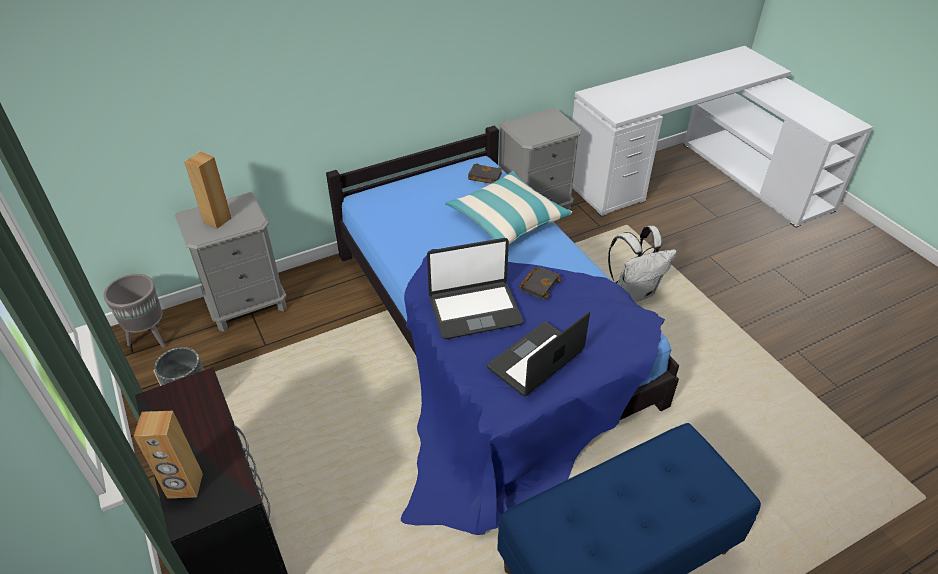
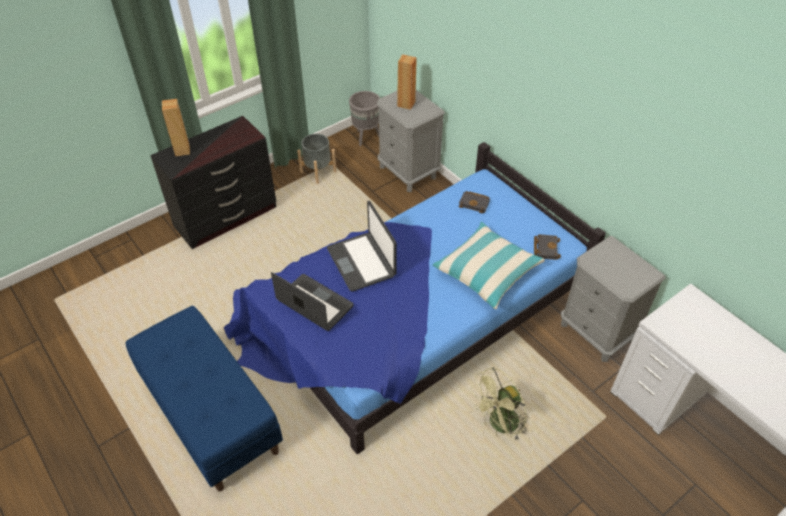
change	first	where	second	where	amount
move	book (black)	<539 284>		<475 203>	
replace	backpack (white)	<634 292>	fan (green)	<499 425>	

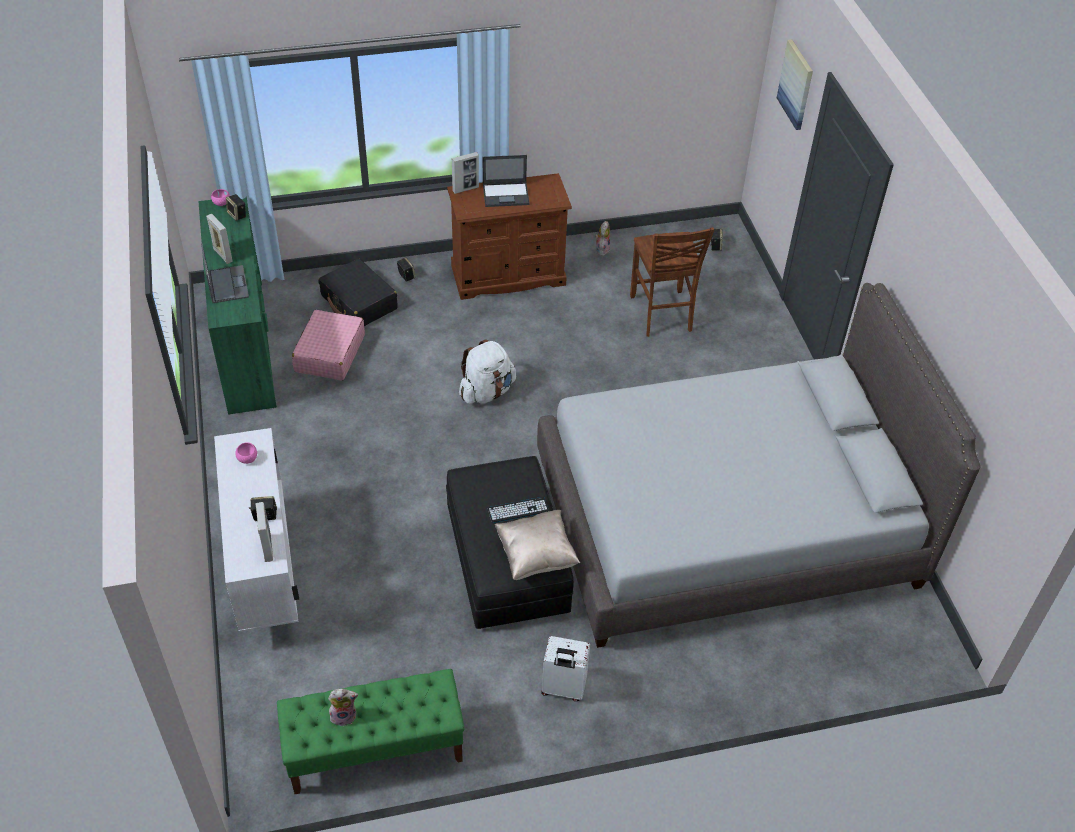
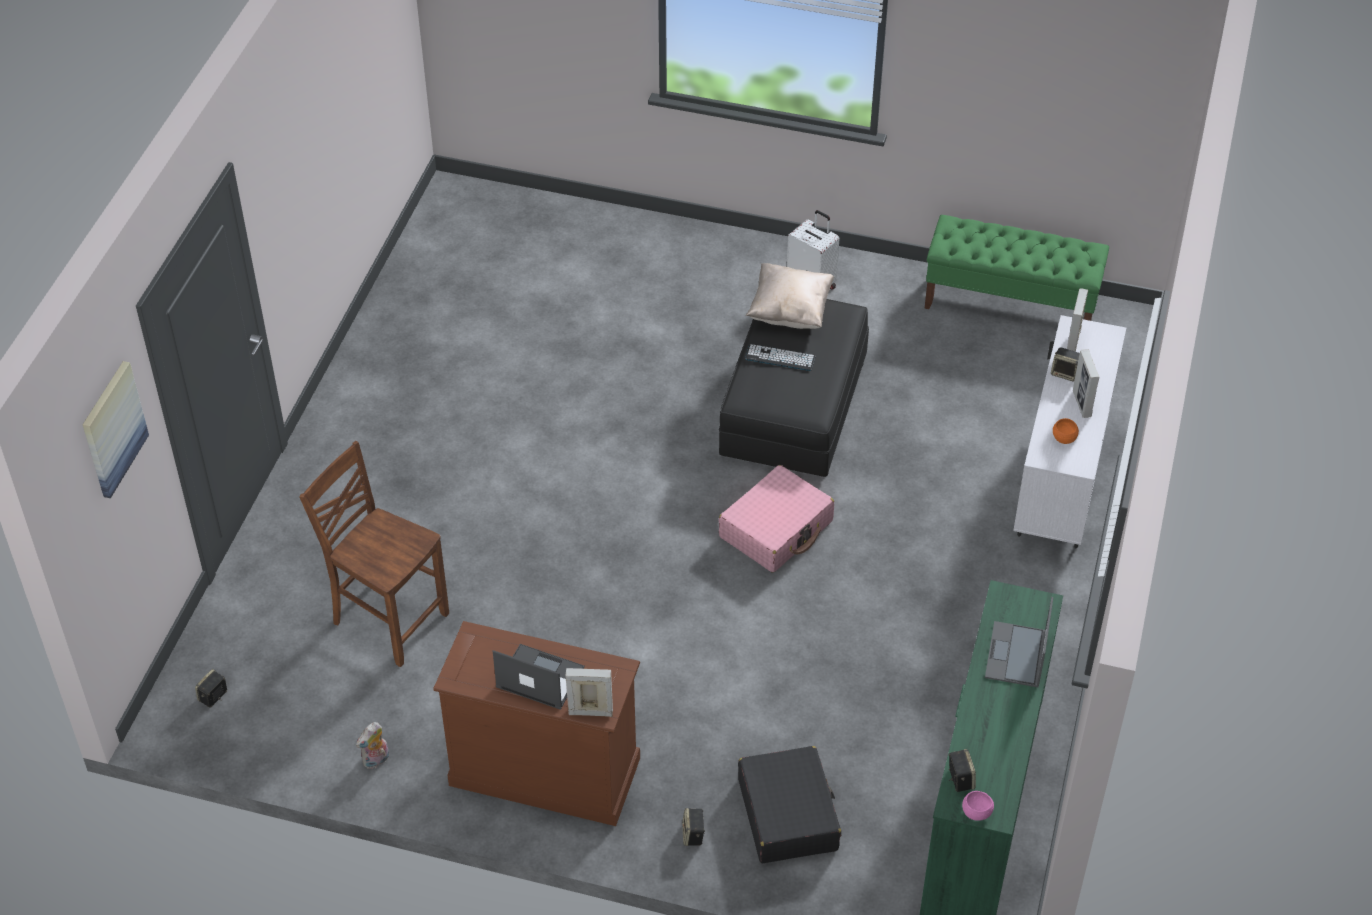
change	first	where	second	where	amount
delete	plush toy	<344 715>			
delete	backpack (white)	<487 391>			
delete	bed (grey)	<726 522>			
move	picture frame	<223 255>		<1082 404>	
move	suitcase (pink)	<329 353>		<776 529>	
recolor	bowl (pink)	<247 459>	bowl (orange)	<1064 438>	
rotate	chair (brown)	<662 314>		<388 619>	75 degrees counterclockwise

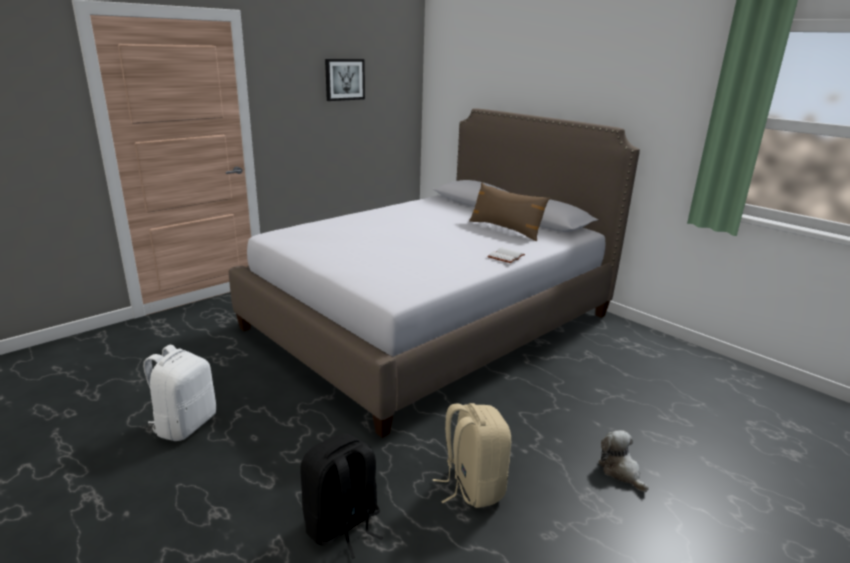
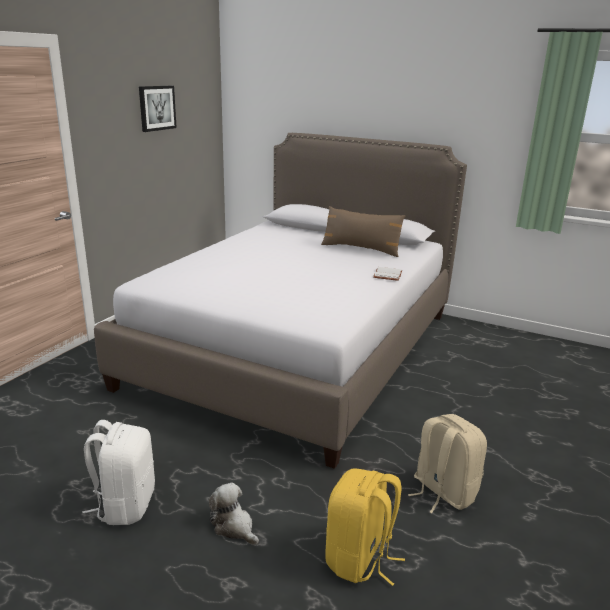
change	first	where	second	where	amount
move	plush toy	<621 471>		<234 526>	
recolor	backpack (black)	<342 525>	backpack (yellow)	<359 559>	

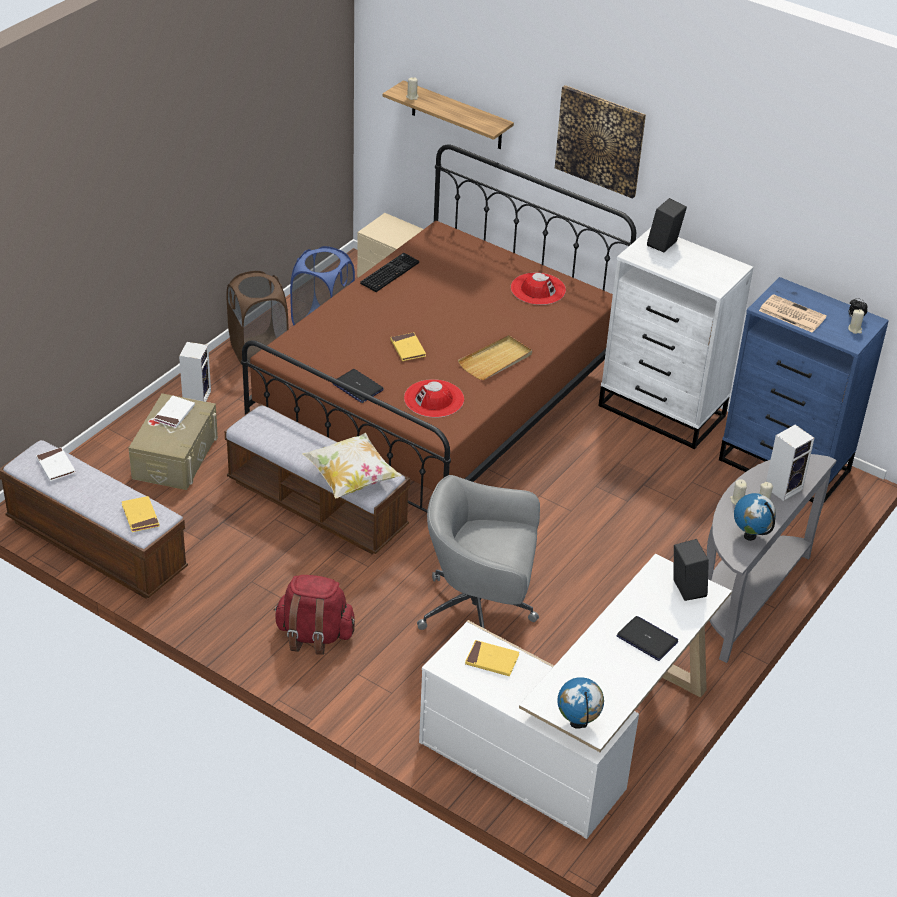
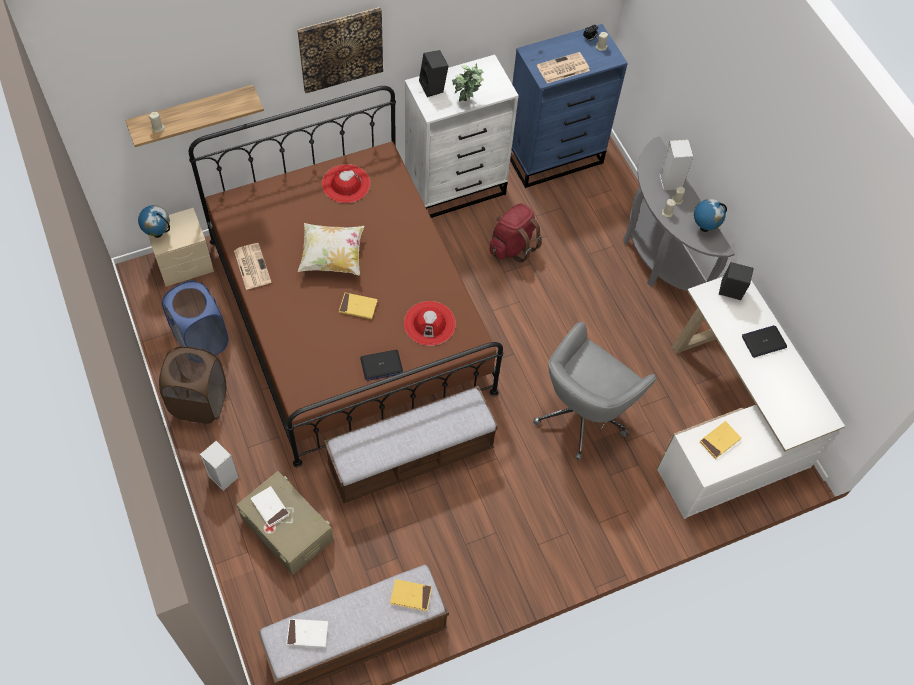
change	first	where	second	where	amount
delete	tray (beige)	<496 360>			
insert			potted plant	<466 103>	
move	backpack (red)	<314 635>		<512 246>	
move	pillow	<351 479>		<332 257>	
move	globe	<578 723>		<158 233>	
replace	keyboard	<389 272>	newspaper	<252 266>	

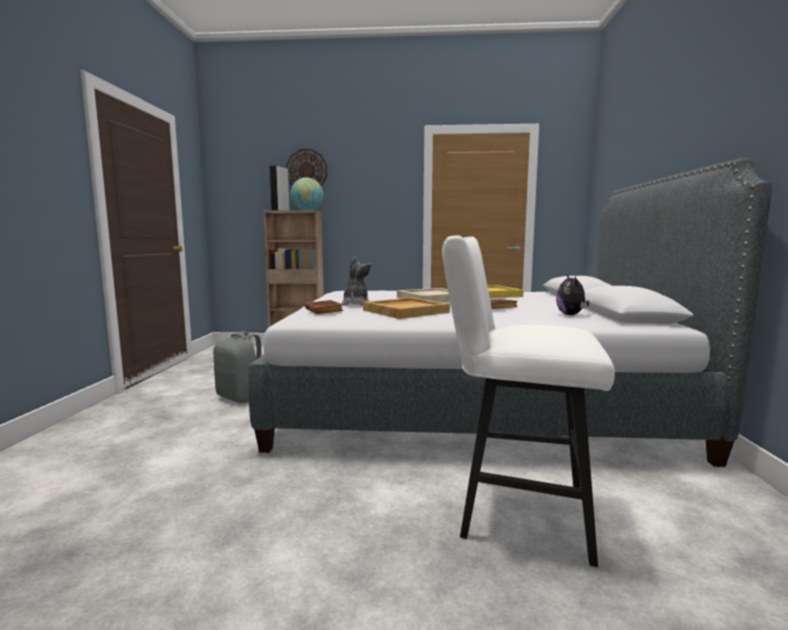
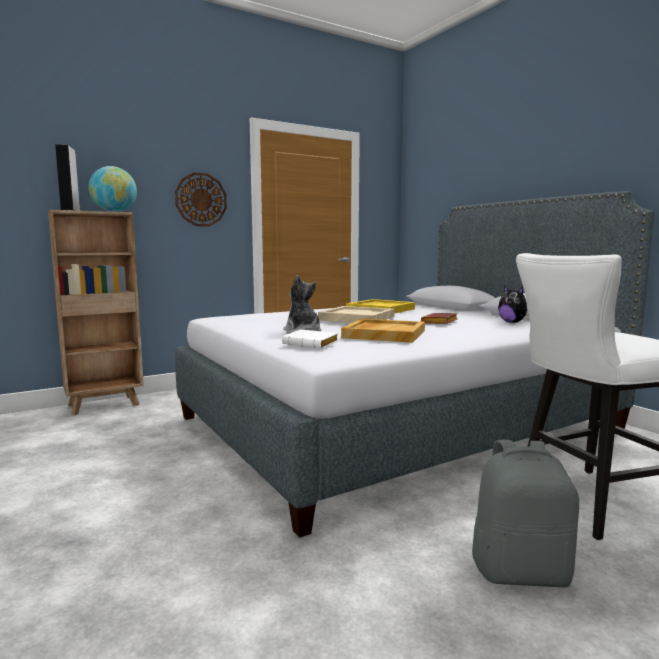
change	first	where	second	where	amount
move	backpack (grey)	<241 397>		<521 571>	
move	wall clock	<306 170>		<201 200>	
recolor	book (brown)	<325 311>	book (white)	<312 344>	

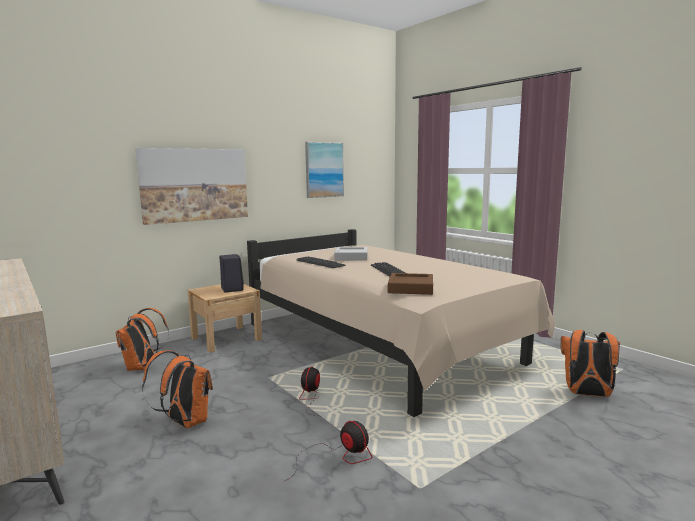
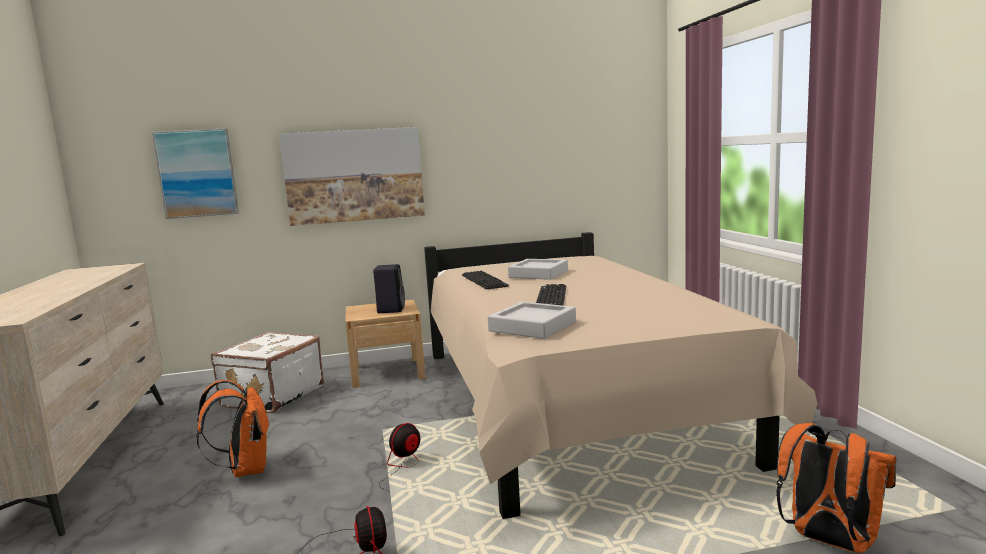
change	first	where	second	where	amount
move	picture	<324 169>		<197 173>	
replace	backpack (orange)	<142 367>	suitcase (white)	<271 396>	
recolor	tray (brown)	<410 288>	tray (grey)	<532 326>	

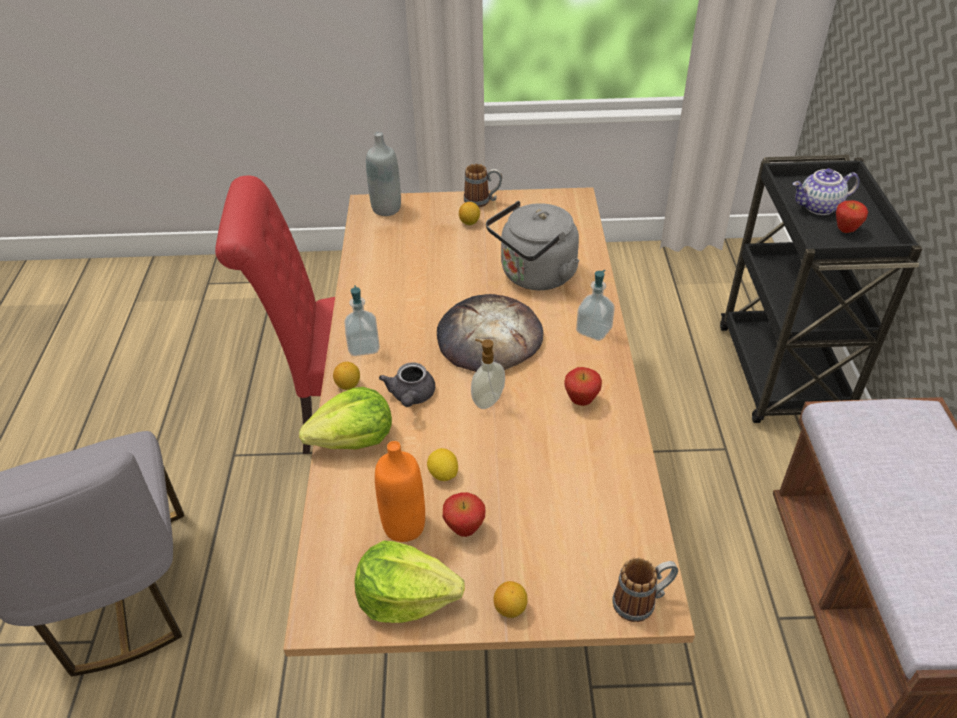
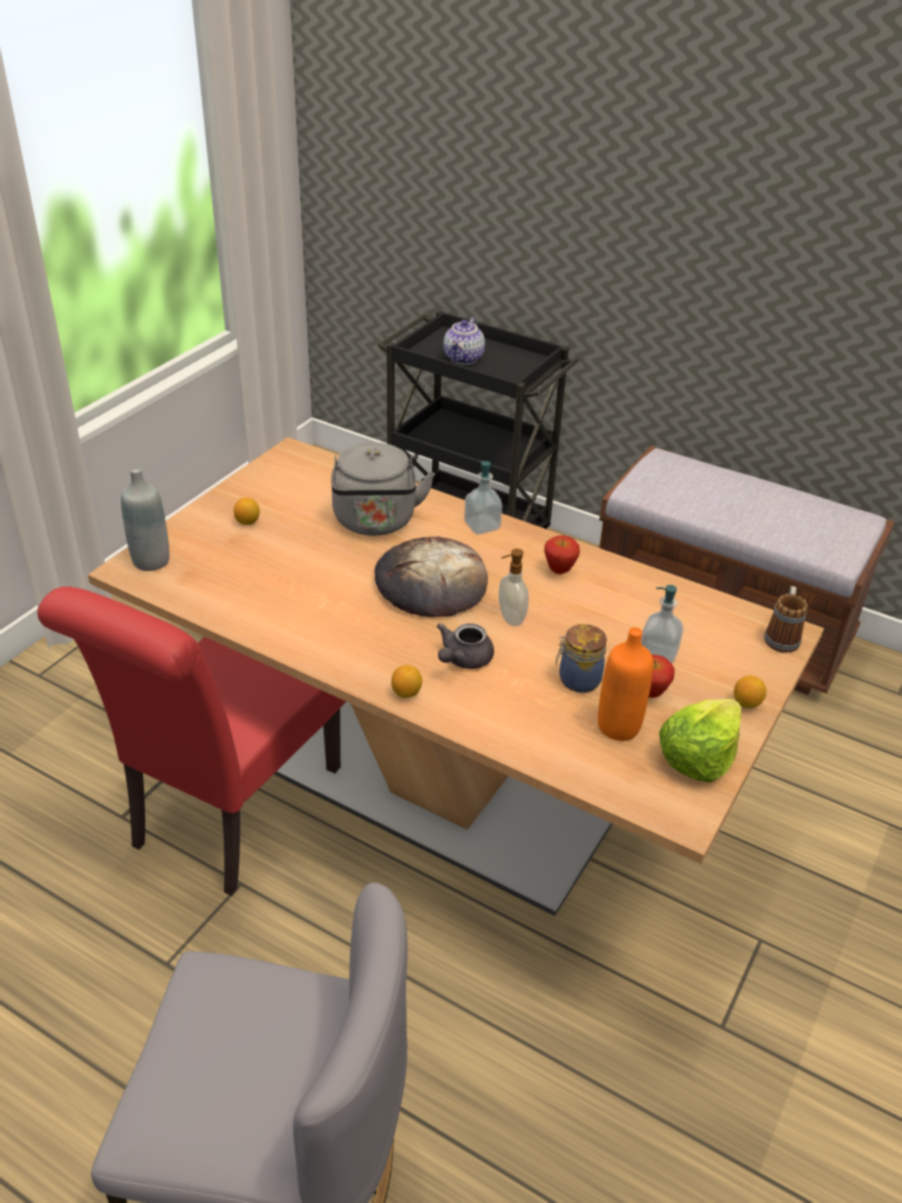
change	first	where	second	where	amount
delete	lettuce	<354 440>			
delete	mug	<482 201>			
delete	apple	<845 230>			
move	soap dispenser	<364 347>		<658 654>	
replace	lemon	<443 474>	jar	<577 680>	
rotate	teapot (grey)	<411 397>		<463 660>	90 degrees clockwise

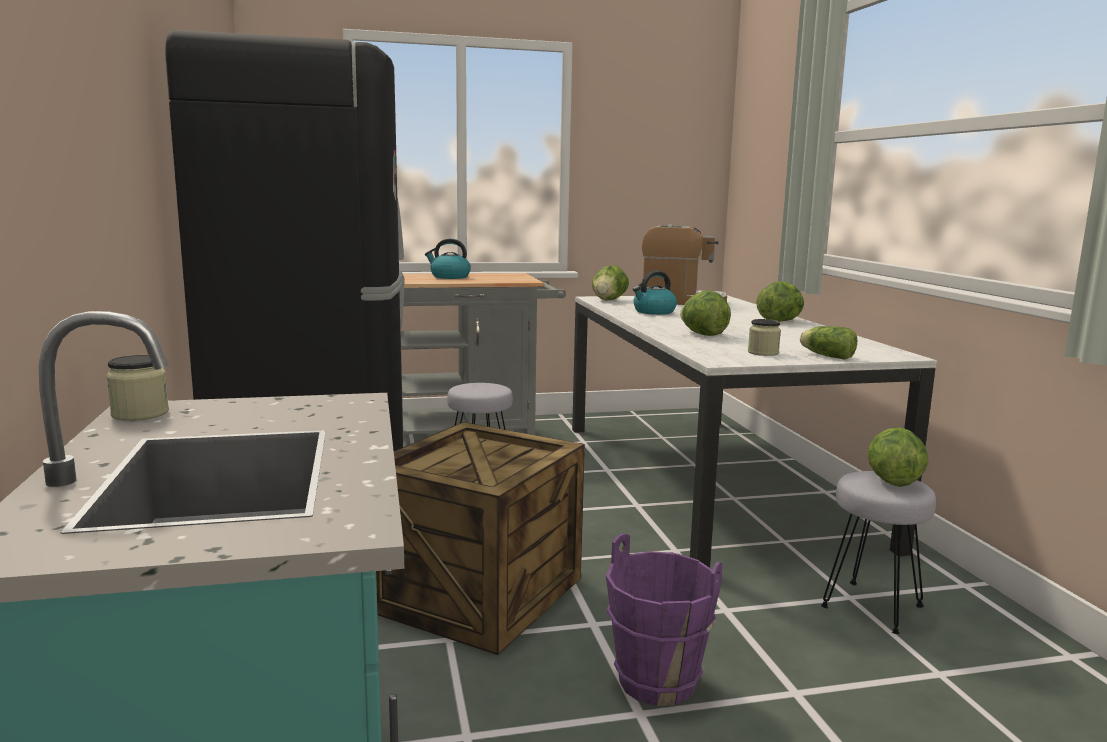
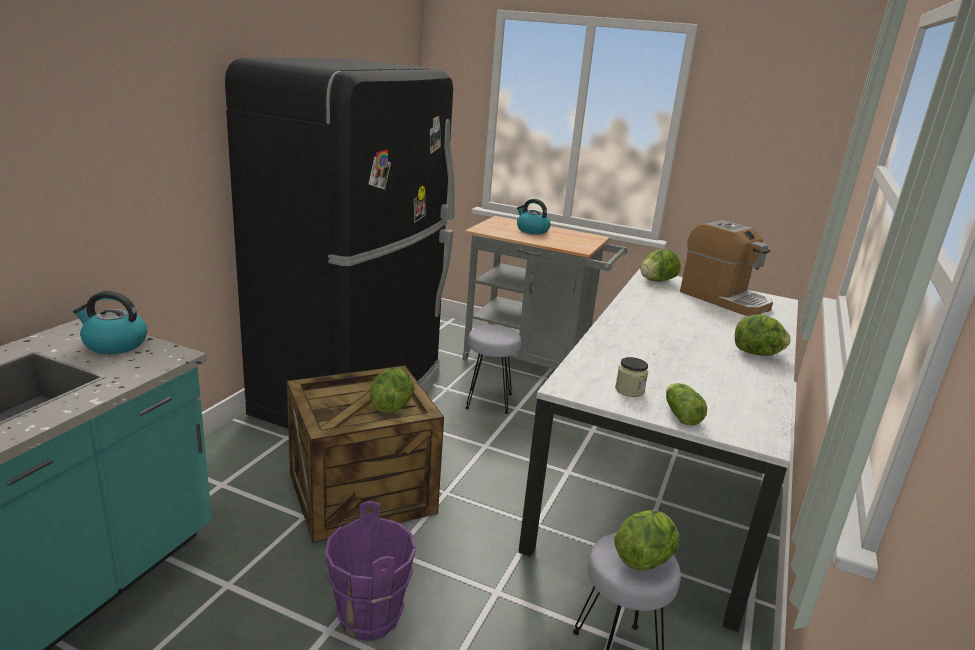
change	first	where	second	where	amount
delete	jar	<140 414>			
move	kettle	<653 312>		<114 344>	
move	lettuce	<703 335>		<391 407>	

